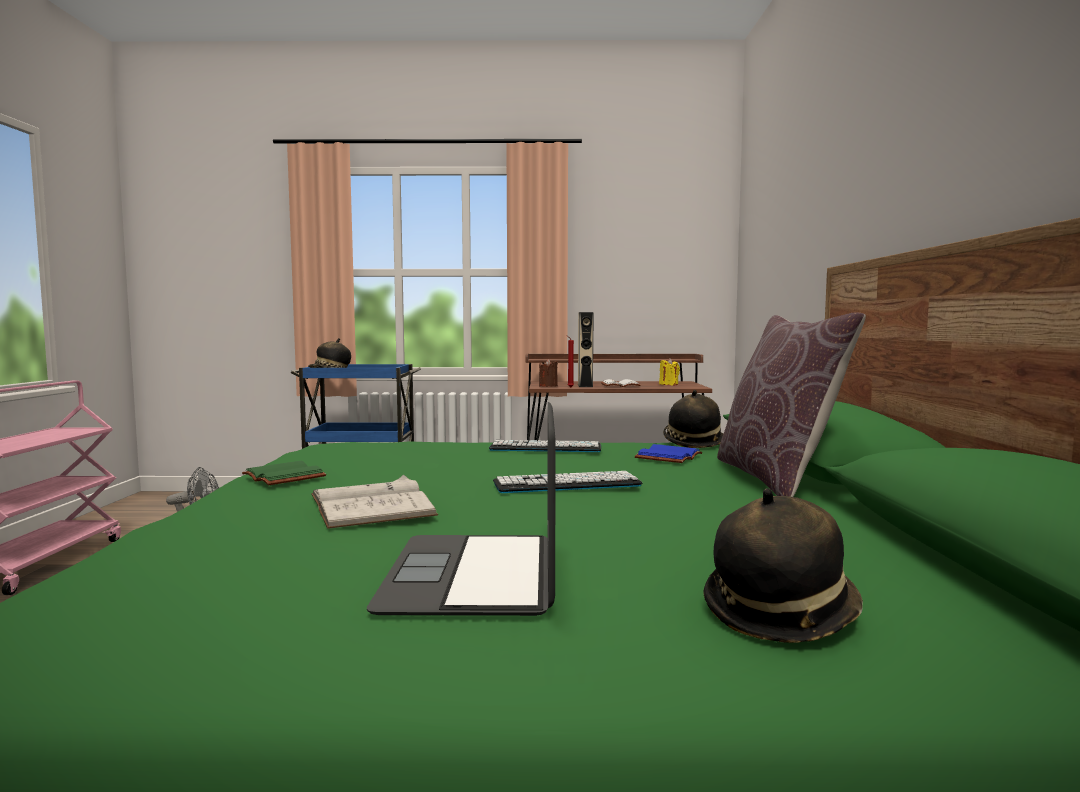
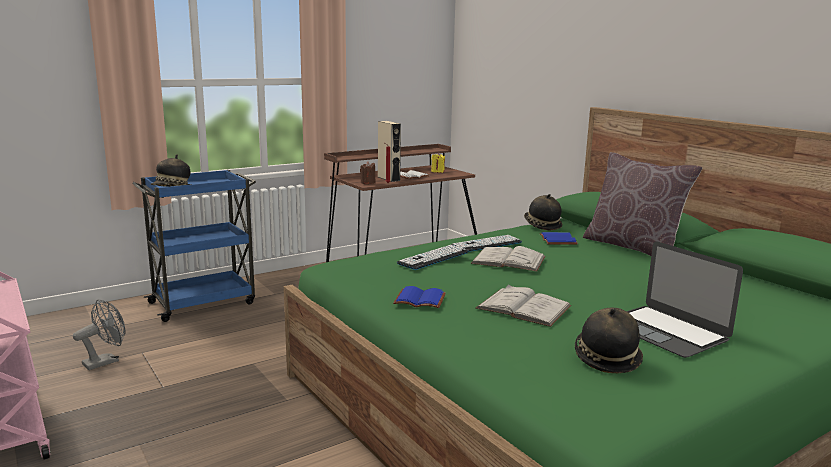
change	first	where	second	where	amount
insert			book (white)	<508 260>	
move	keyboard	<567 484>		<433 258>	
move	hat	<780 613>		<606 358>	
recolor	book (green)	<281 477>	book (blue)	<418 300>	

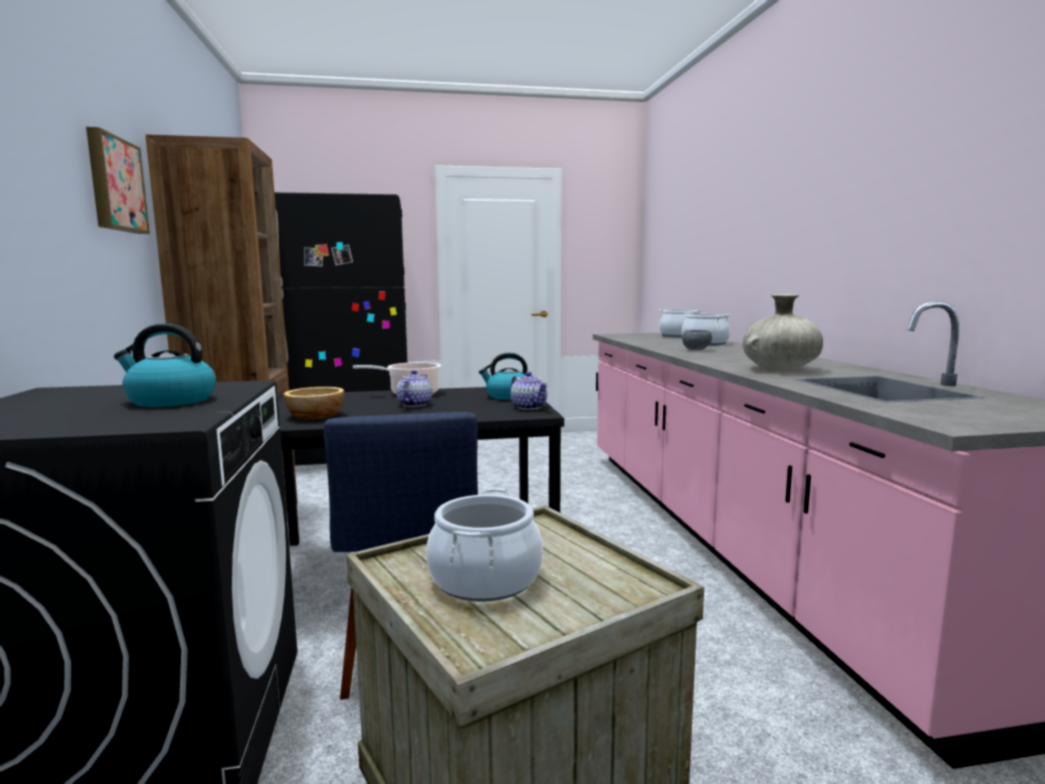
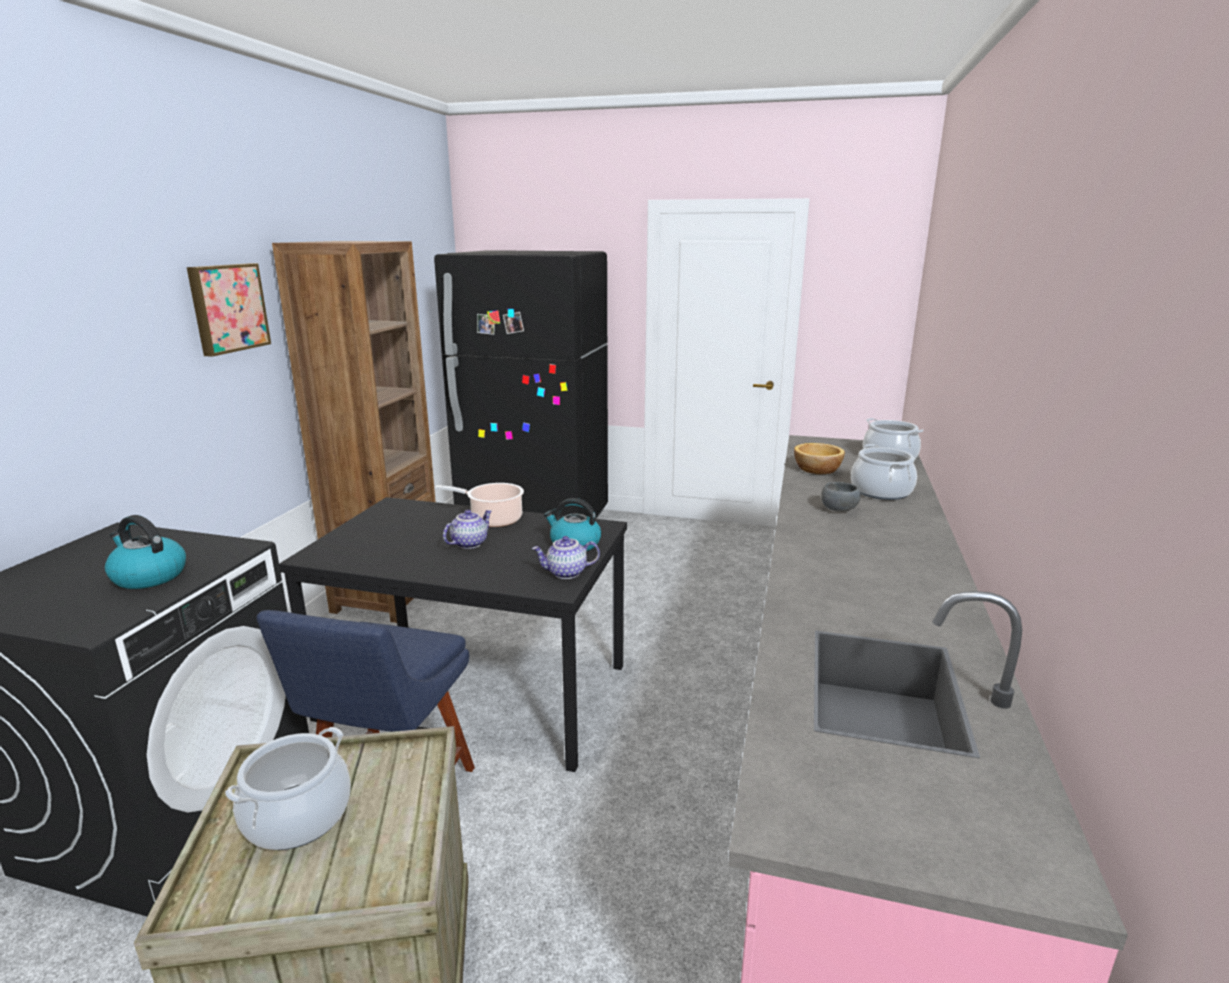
change	first	where	second	where	amount
delete	vase (beige)	<780 369>			
move	bowl	<317 416>		<818 469>	
rotate	teapot	<530 407>		<566 573>	90 degrees clockwise

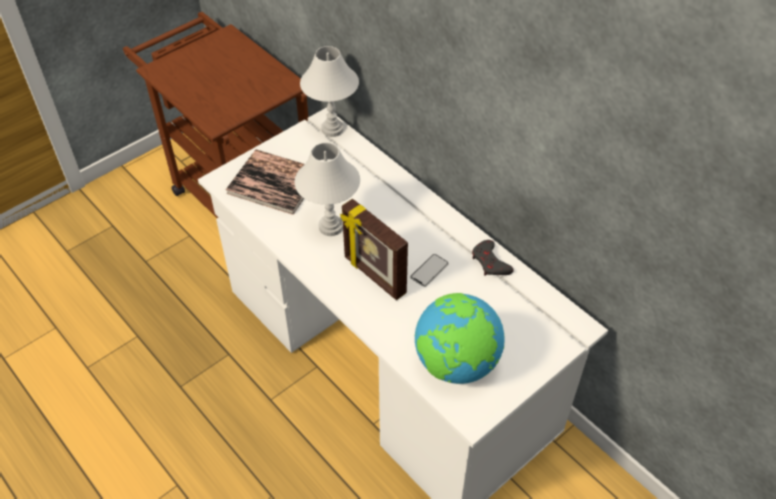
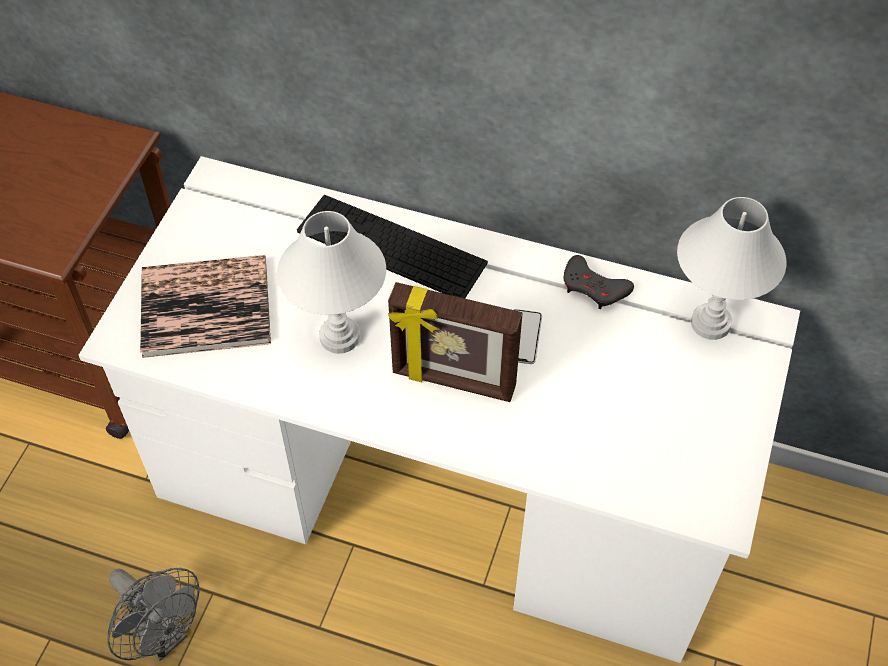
change	first	where	second	where	amount
delete	globe	<456 364>			
insert			fan (grey)	<163 636>	
insert			keyboard	<391 247>	
move	table lamp (white)	<332 129>		<709 323>	

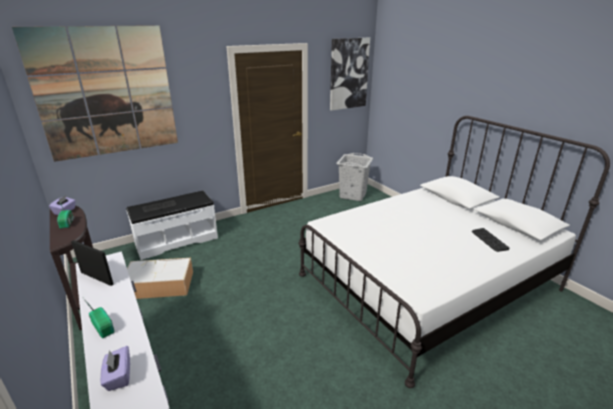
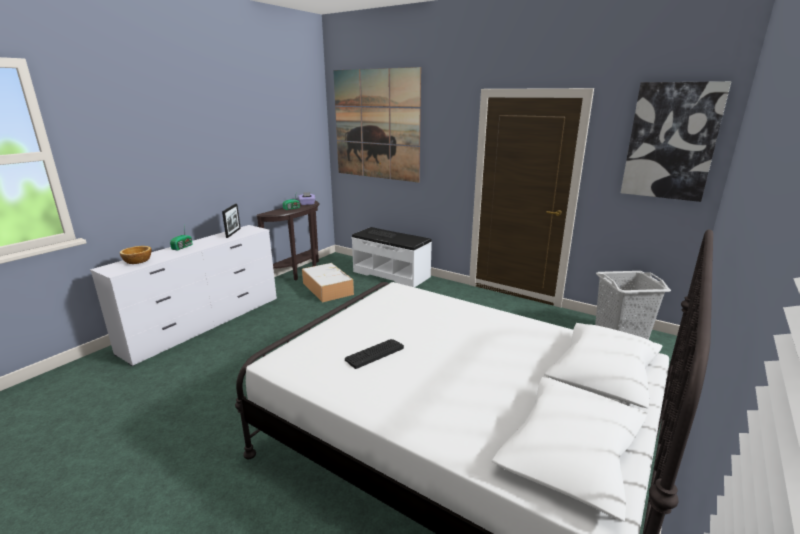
change	first	where	second	where	amount
move	keyboard	<489 240>		<374 353>	
replace	tissue box (purple)	<118 376>	bowl	<137 261>	

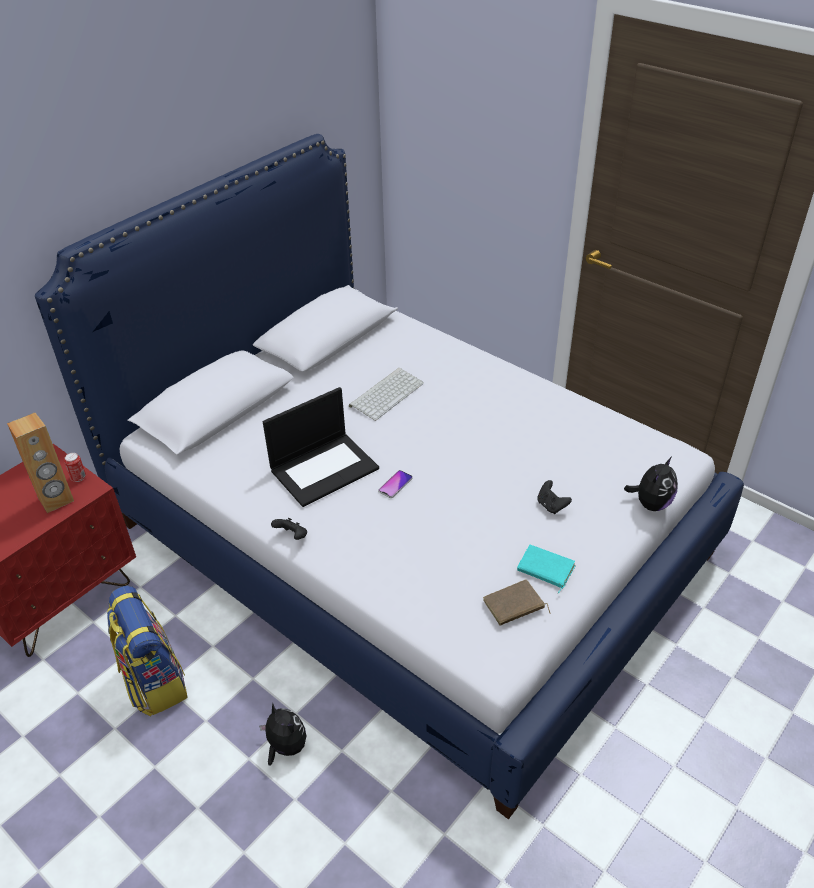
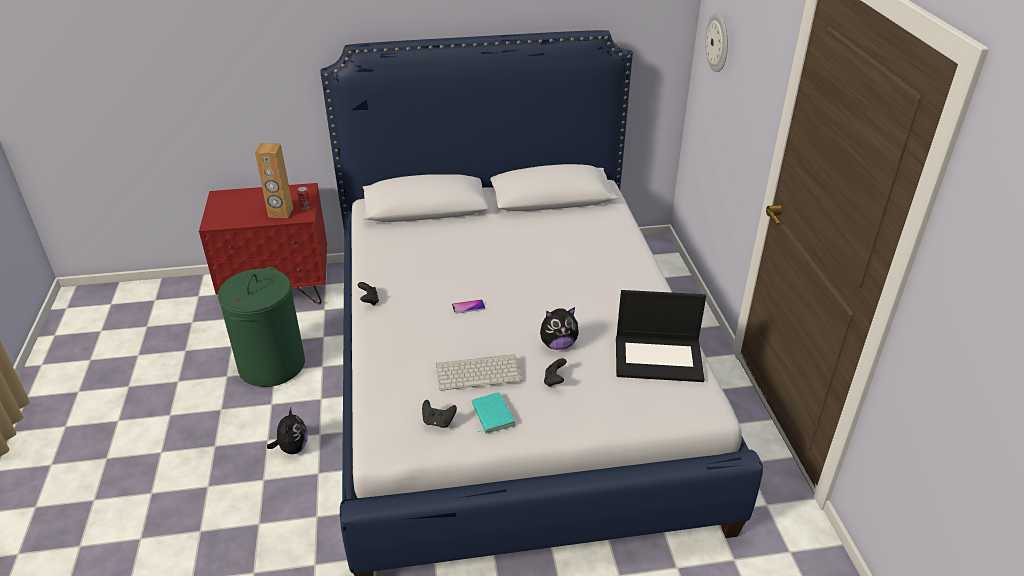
change	first	where	second	where	amount
insert			wall clock	<718 43>	
move	laptop	<324 468>		<659 358>	
move	keyboard	<386 393>		<479 372>	
move	plush toy	<651 503>		<558 344>	
replace	backpack	<154 681>	laundry basket (green)	<272 365>	
replace	book (brown)	<514 606>	game controller (black)	<438 422>	

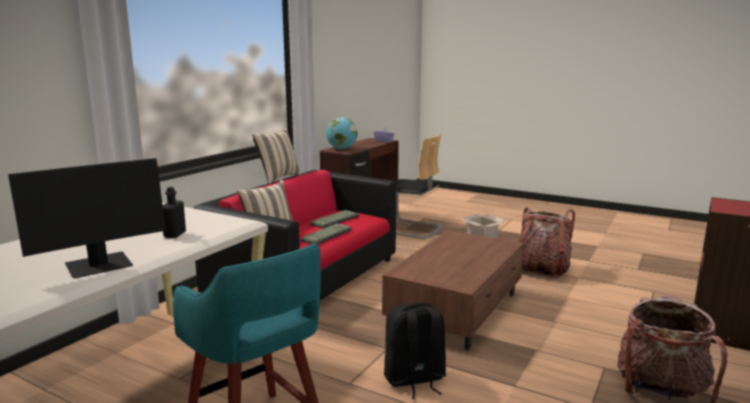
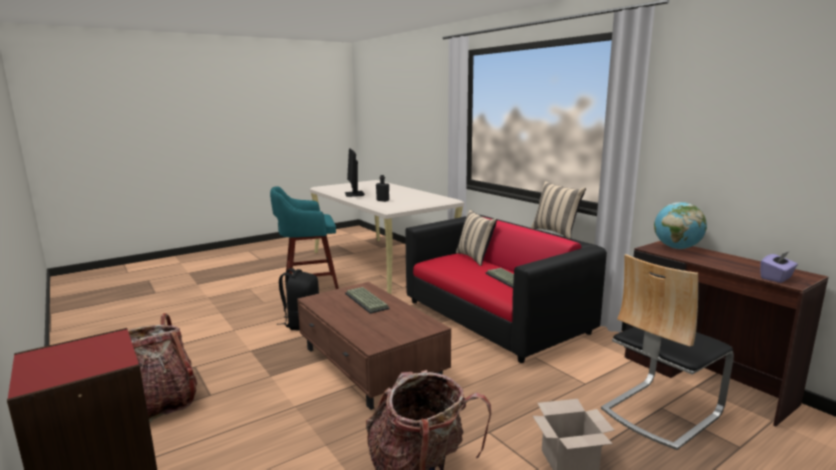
change	first	where	second	where	amount
move	keyboard	<326 235>		<367 301>	

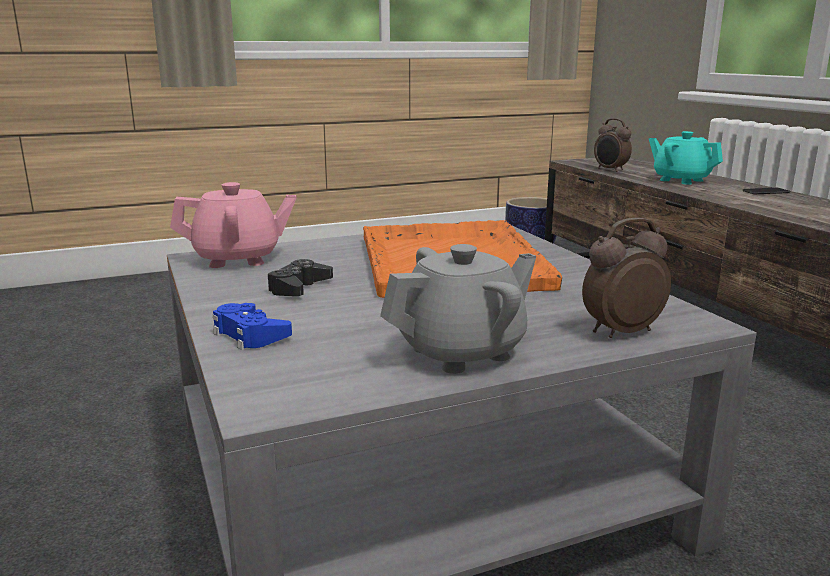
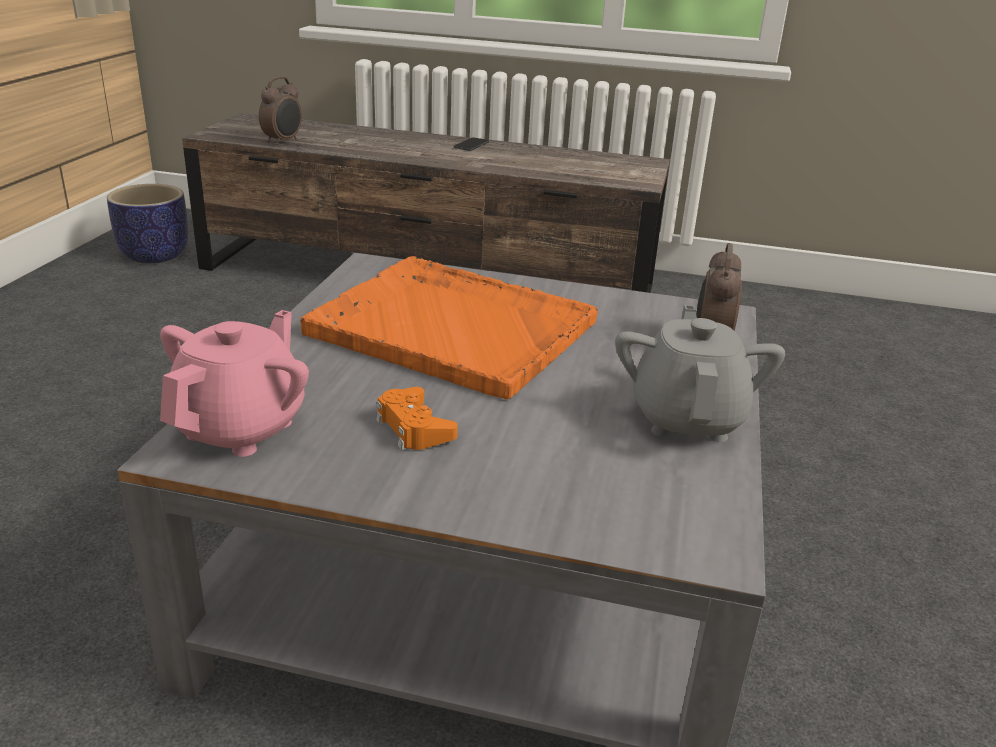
change	first	where	second	where	amount
delete	game controller (blue)	<250 334>			
delete	teapot (turquoise)	<681 180>			
recolor	game controller (black)	<299 287>	game controller (orange)	<414 428>	
rotate	alarm clock	<610 170>		<283 141>	60 degrees counterclockwise

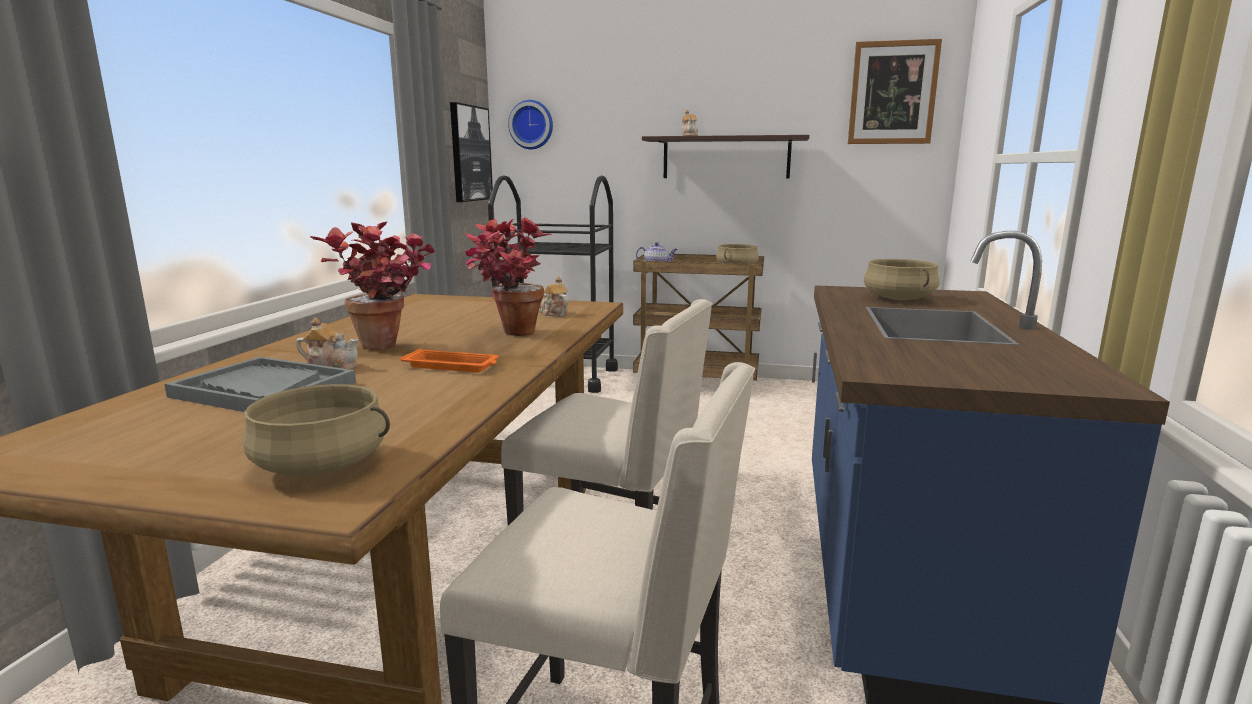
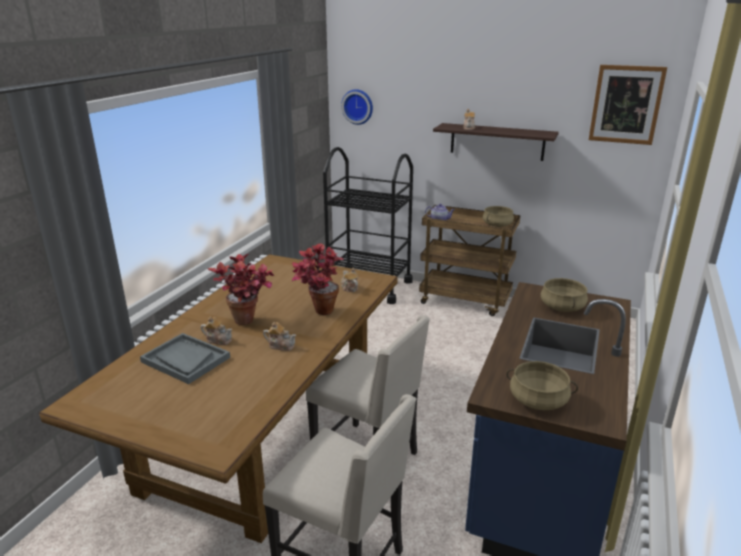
change	first	where	second	where	amount
delete	picture	<470 153>			
move	cooking pot (beige)	<322 464>		<538 400>	
replace	tray (orange)	<452 366>	teapot	<281 345>	

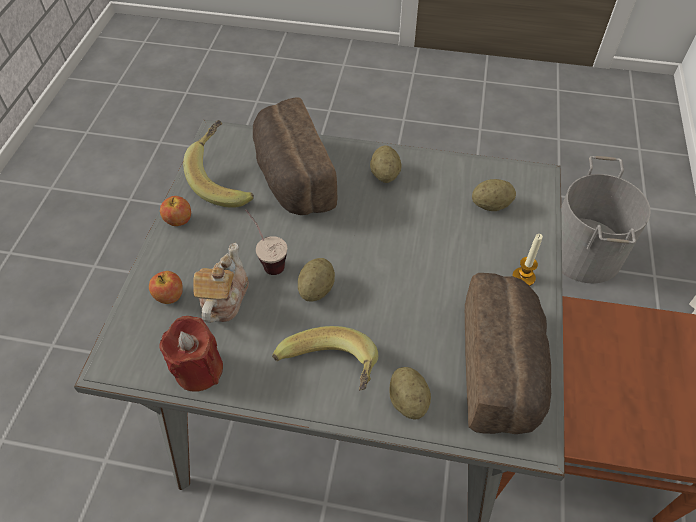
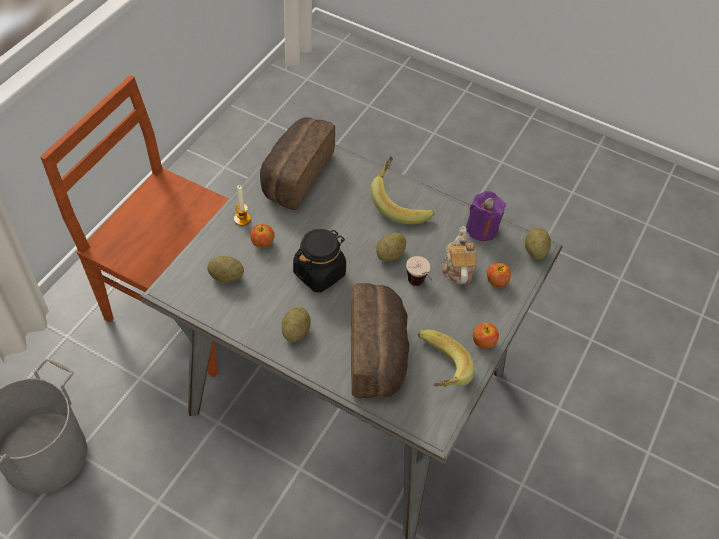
change	first	where	second	where	amount
insert			apple	<262 243>	
insert			jar (black)	<319 273>	
move	potato	<408 400>		<535 251>	
recolor	candle (red)	<198 369>	candle (purple)	<481 229>	
rotate	teapot	<224 298>		<457 268>	150 degrees clockwise

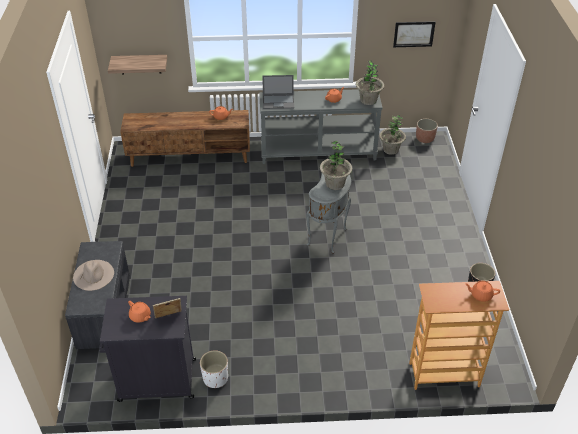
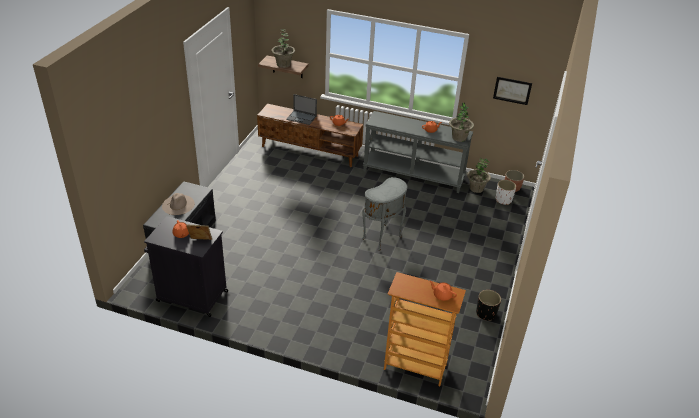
change	first	where	second	where	amount
move	planter (white)	<215 378>		<503 200>	
move	laptop	<278 102>		<302 117>	
move	potted plant	<335 184>		<283 64>	

